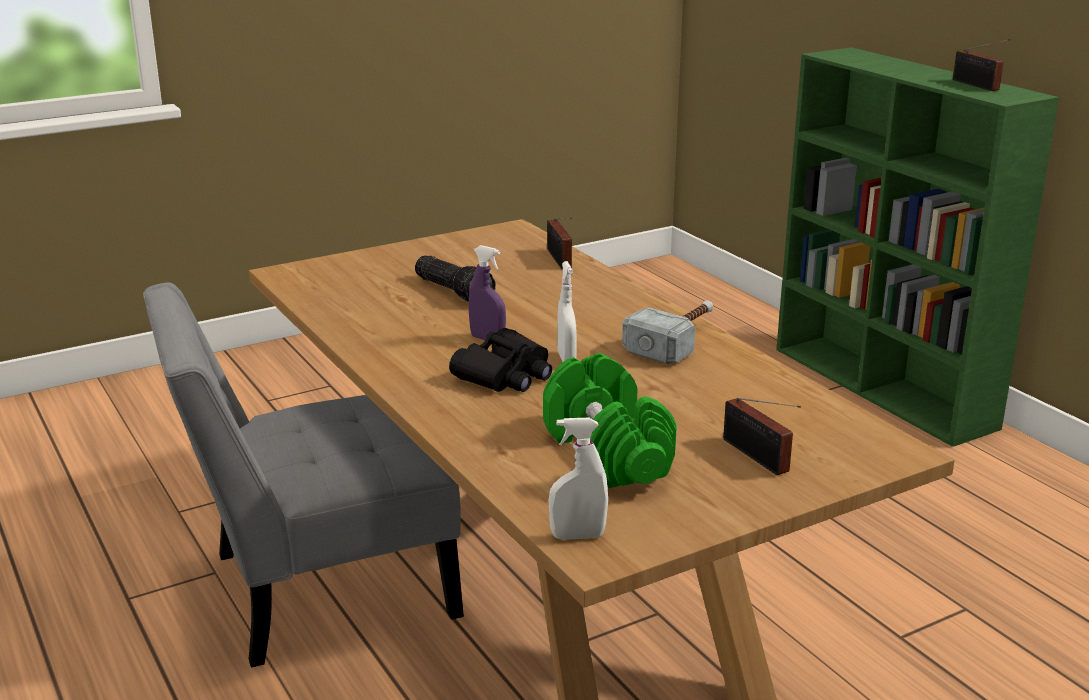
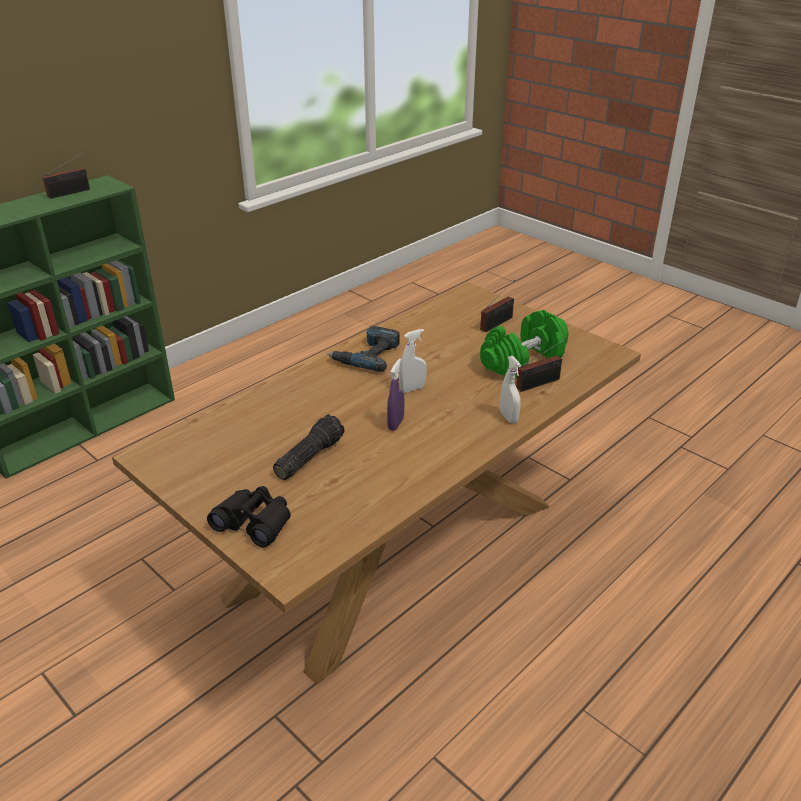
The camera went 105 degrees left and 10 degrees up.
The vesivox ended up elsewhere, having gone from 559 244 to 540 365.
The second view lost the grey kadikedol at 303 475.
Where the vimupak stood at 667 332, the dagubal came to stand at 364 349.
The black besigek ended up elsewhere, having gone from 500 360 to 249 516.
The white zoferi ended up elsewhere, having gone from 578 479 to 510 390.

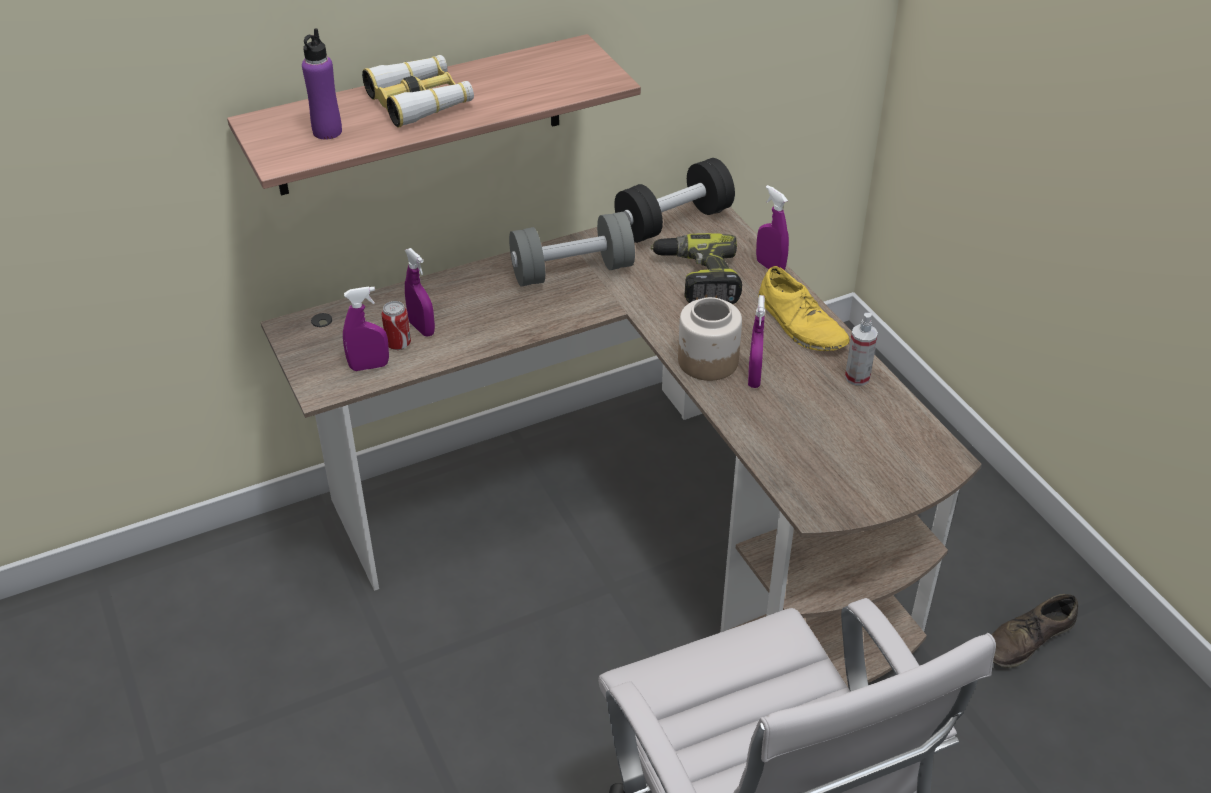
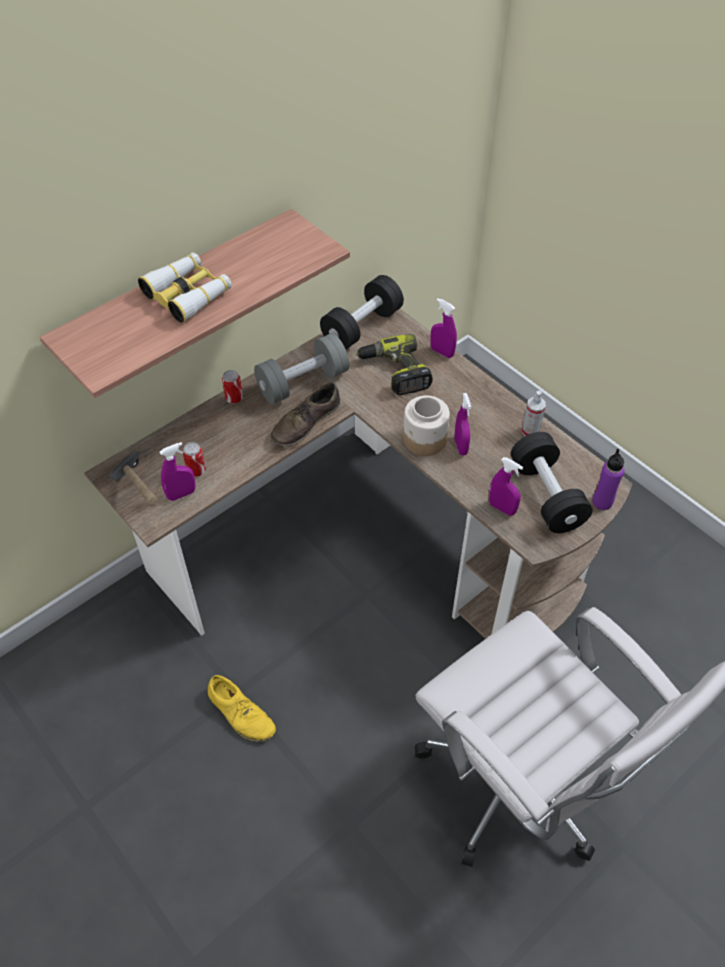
The camera went 15 degrees left and 10 degrees up.
The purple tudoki ended up elsewhere, having gone from 322 83 to 608 479.
The purple zoferi ended up elsewhere, having gone from 420 292 to 506 486.
The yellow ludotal ended up elsewhere, having gone from 804 308 to 242 708.
The brown ludotal ended up elsewhere, having gone from 1034 631 to 305 415.
The second view gained the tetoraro at 232 386.
The second view gained the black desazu at 552 482.
The second view gained the vimupak at 133 478.

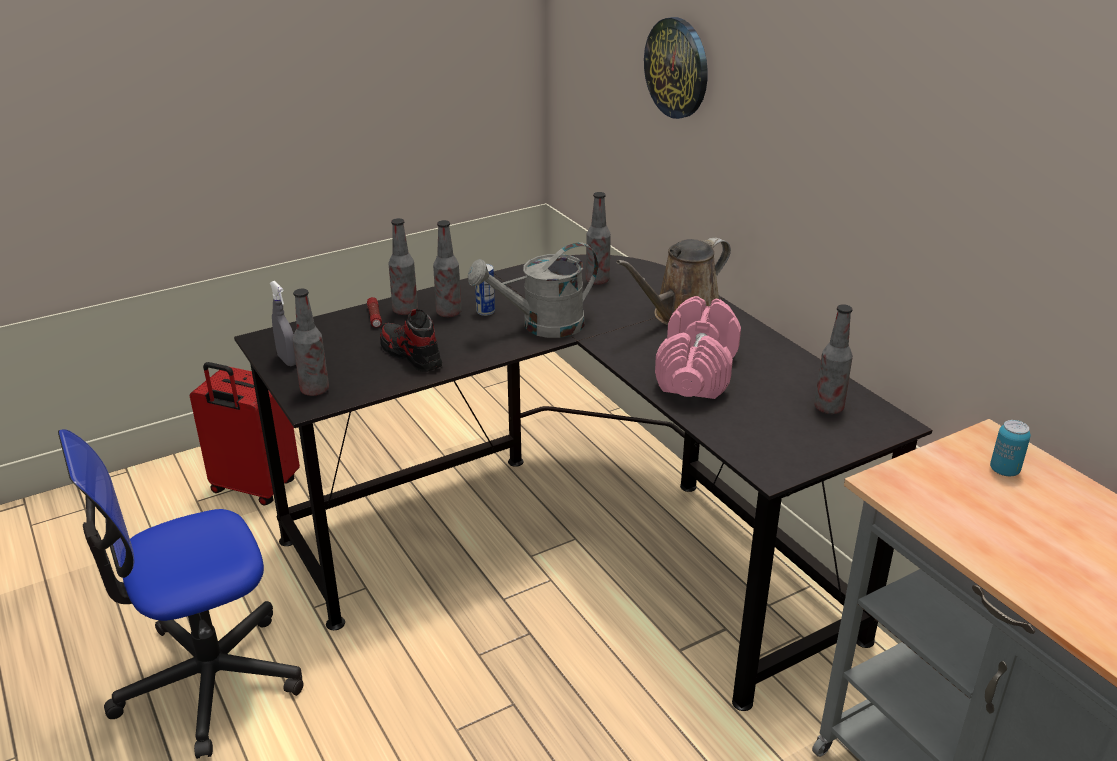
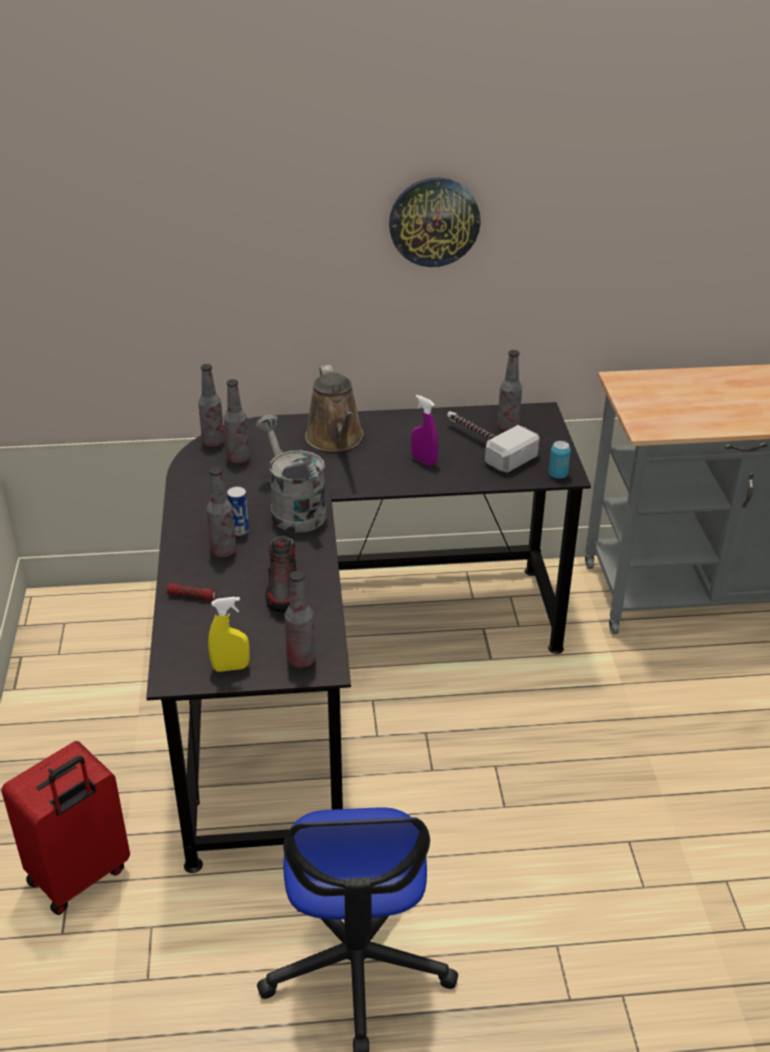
The camera went 65 degrees left and 5 degrees up.
The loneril ended up elsewhere, having gone from 676 68 to 435 222.
The tudoki ended up elsewhere, having gone from 403 266 to 211 405.
The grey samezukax at 533 290 ended up facing another way, 150 degrees clockwise from before.
What was the grey zoferi at 283 323 turned into the yellow zoferi at 229 634.
Where the pink desazu stood at 698 347, the purple zoferi came to stand at 424 430.
The ludotal at 411 340 ended up facing another way, 75 degrees counterclockwise from before.
The tetoraro ended up elsewhere, having gone from 1010 448 to 560 460.
The second view gained the vimupak at 493 442.

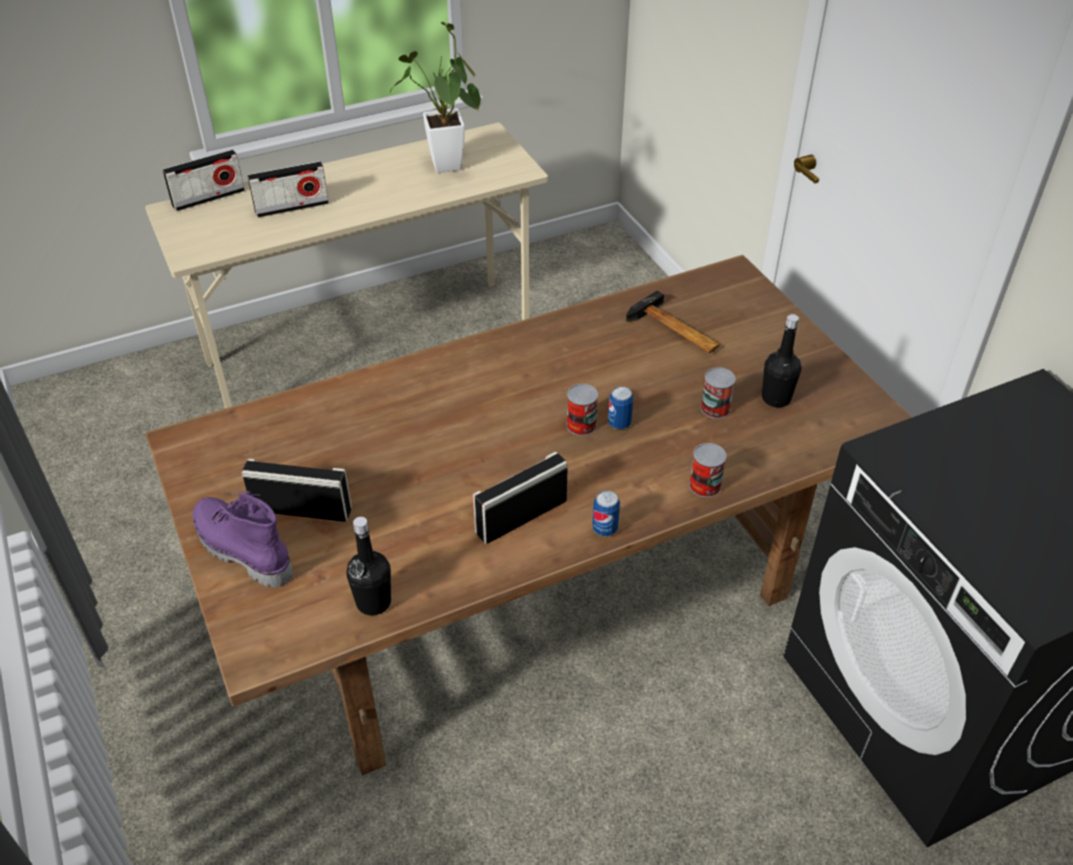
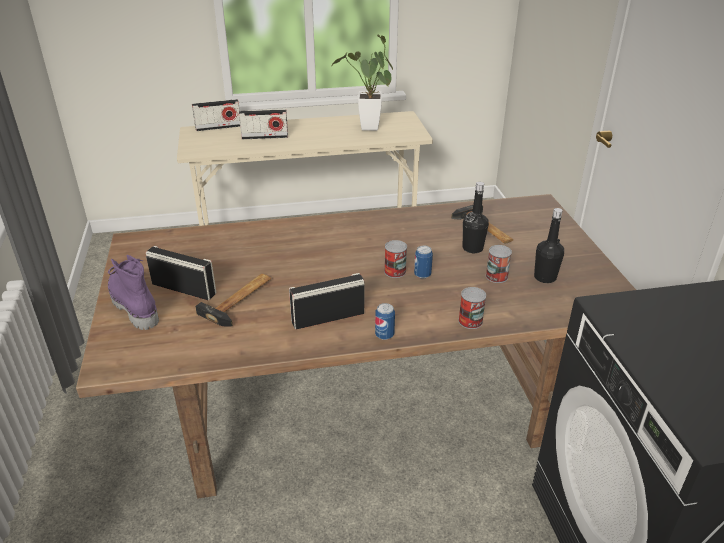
The camera went 15 degrees right and 10 degrees down.
The black tudoki ended up elsewhere, having gone from 369 566 to 476 217.
The second view gained the vimupak at 233 300.

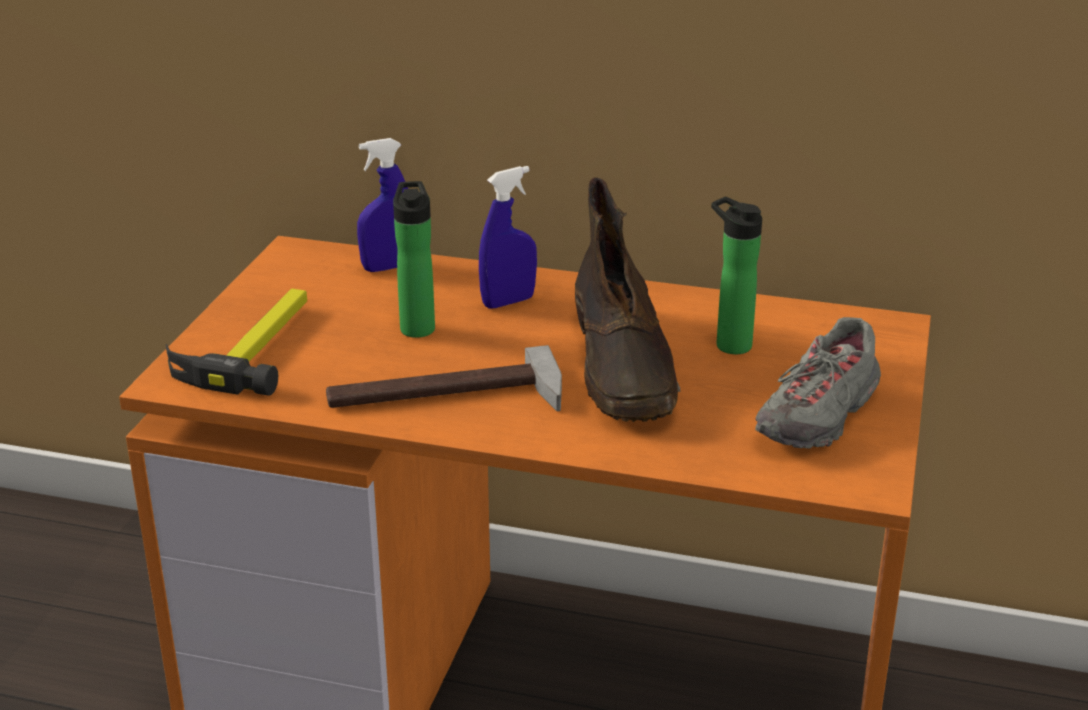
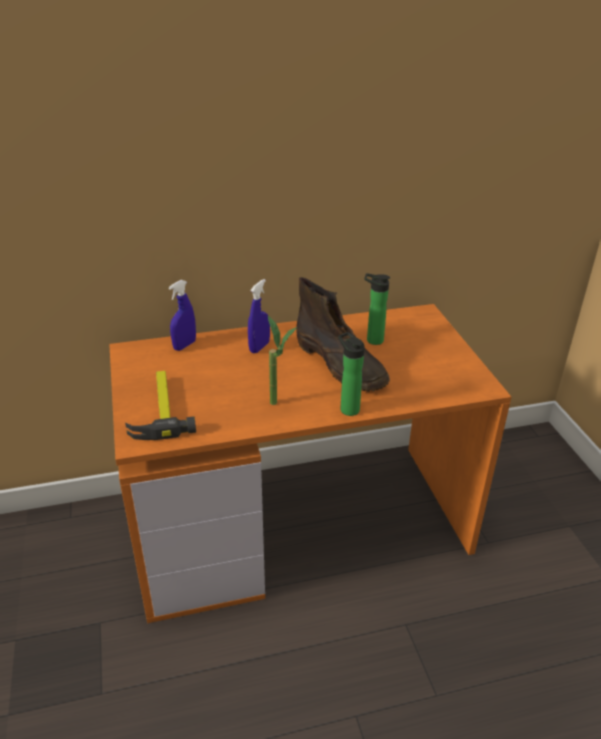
The camera went 30 degrees left and 5 degrees up.
The tudoki ended up elsewhere, having gone from 414 259 to 351 374.
The second view lost the grey ludotal at 818 382.
Where the vimupak stood at 444 378, the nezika came to stand at 282 360.

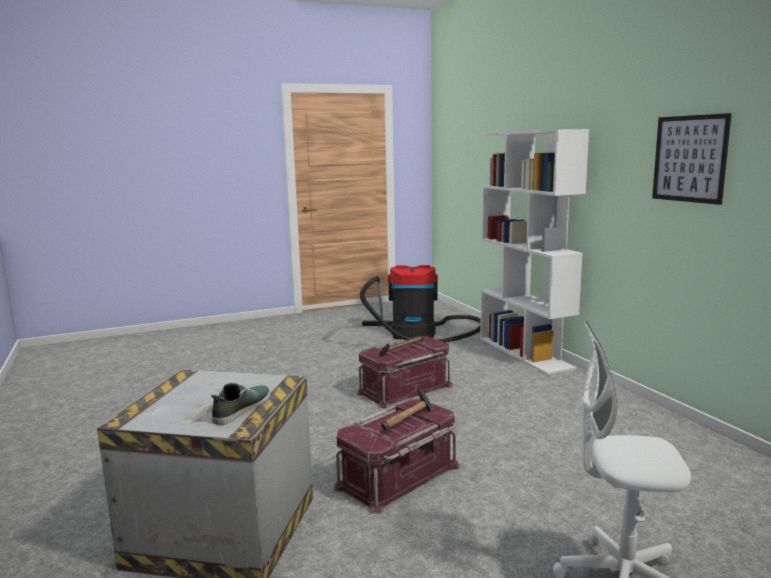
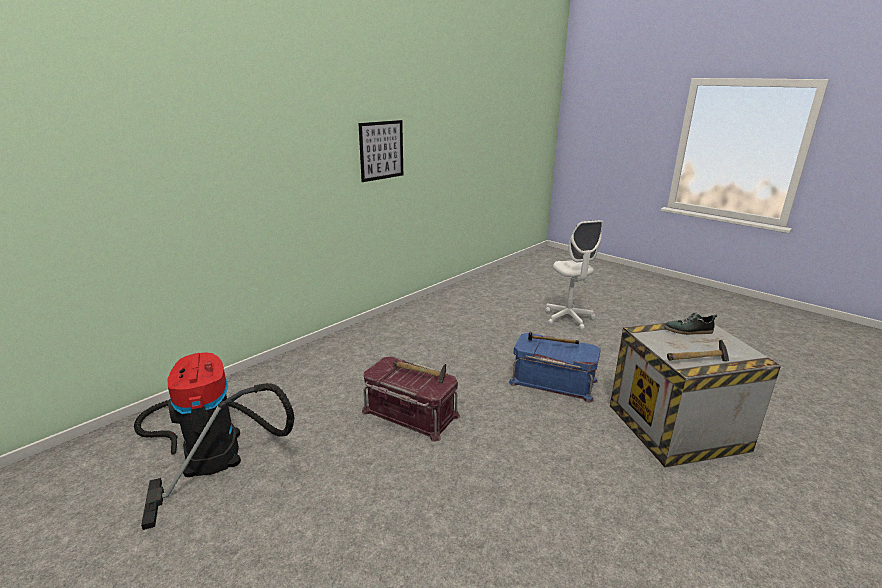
The camera went 115 degrees left and 10 degrees up.
The second view lost the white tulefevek at 534 252.
What was the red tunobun at 396 456 turned into the blue tunobun at 555 368.
The second view gained the vimupak at 698 350.

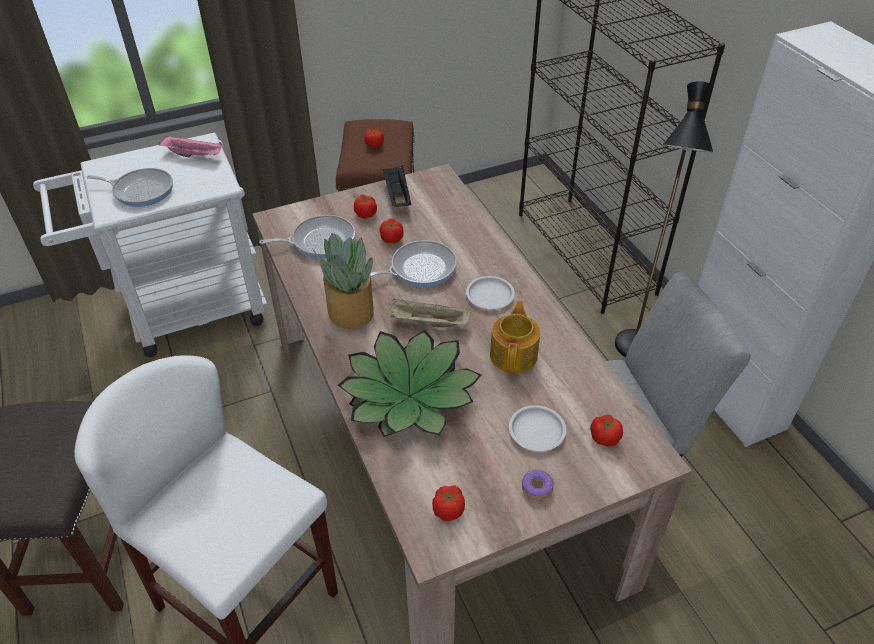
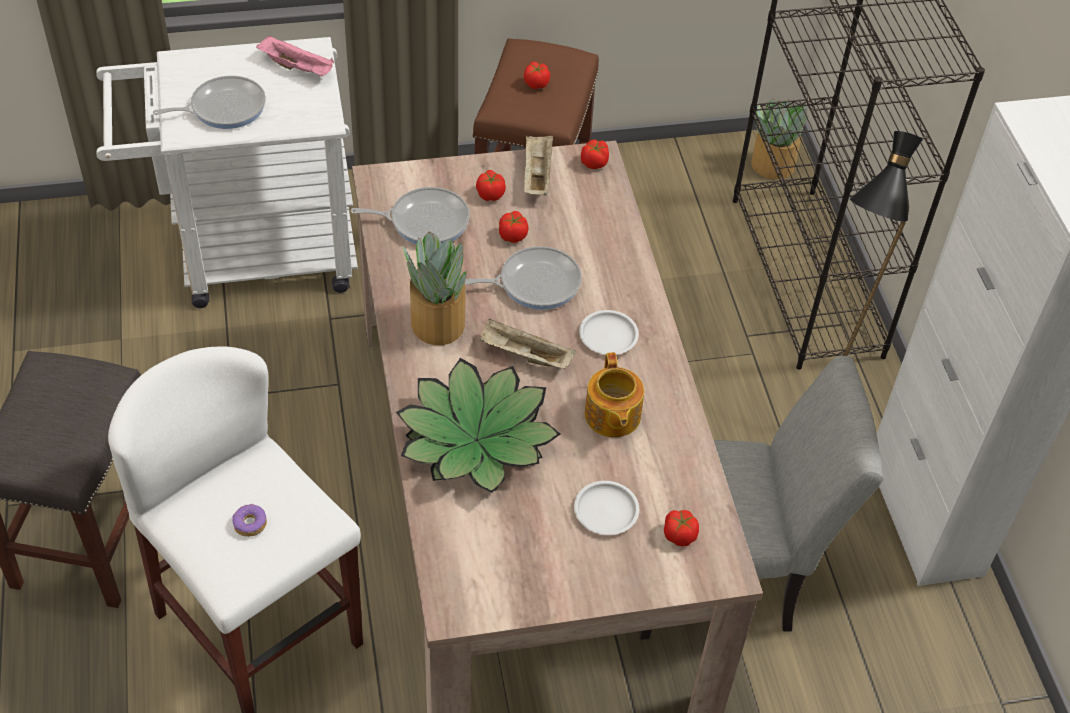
The camera went 10 degrees right and 5 degrees up.
What was the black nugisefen at 397 186 turned into the beige nugisefen at 538 165.
The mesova at 130 187 ended up facing another way, 45 degrees counterclockwise from before.
The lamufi at 515 337 ended up facing another way, 150 degrees clockwise from before.
The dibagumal ended up elsewhere, having gone from 538 484 to 249 520.
The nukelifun ended up elsewhere, having gone from 448 503 to 595 154.
The second view gained the nezika at 779 138.

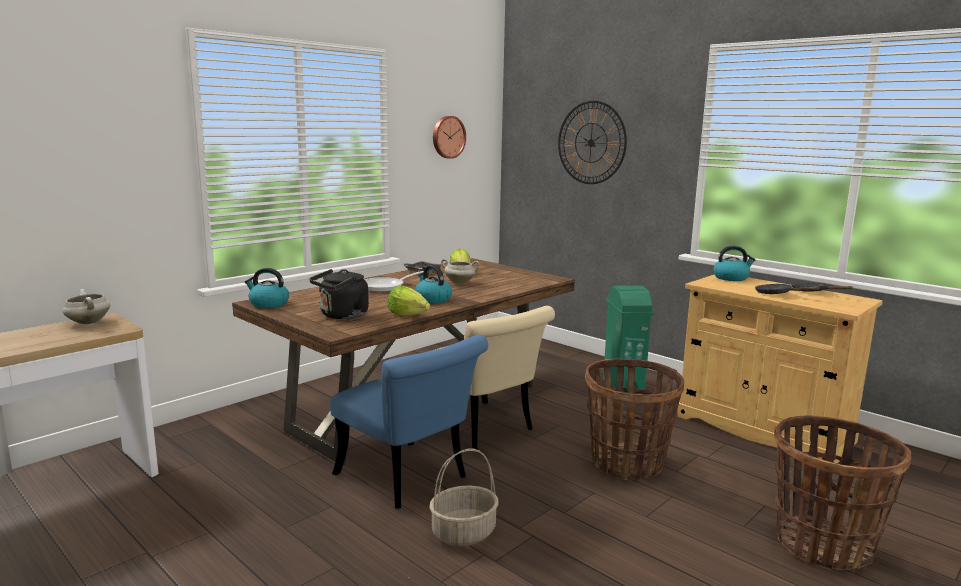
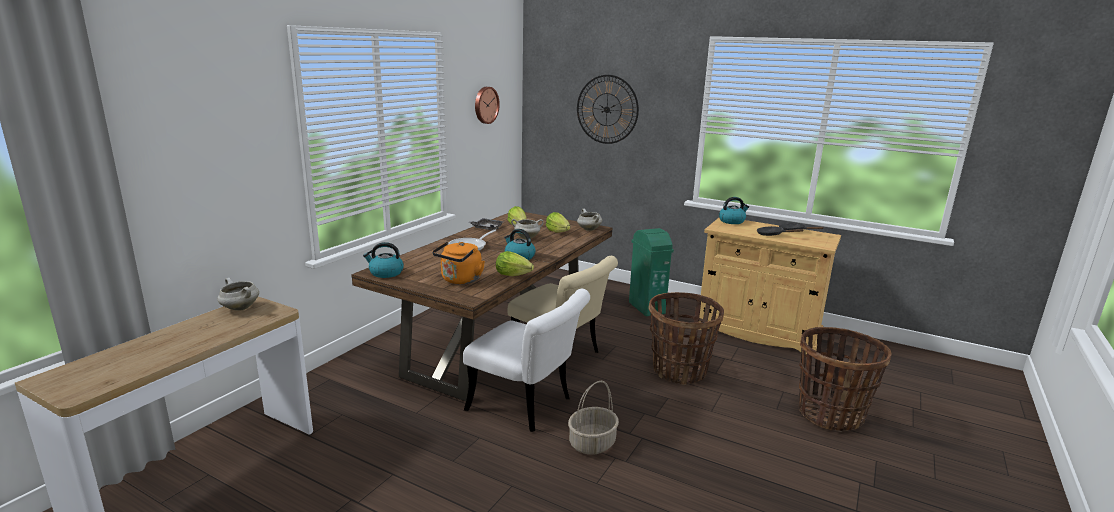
The camera went 15 degrees left and 5 degrees up.
What was the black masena at 339 294 turned into the orange masena at 458 262.
What was the blue kadikedol at 409 422 turned into the white kadikedol at 526 360.
The second view gained the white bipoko at 589 220.
The second view gained the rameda at 558 222.

